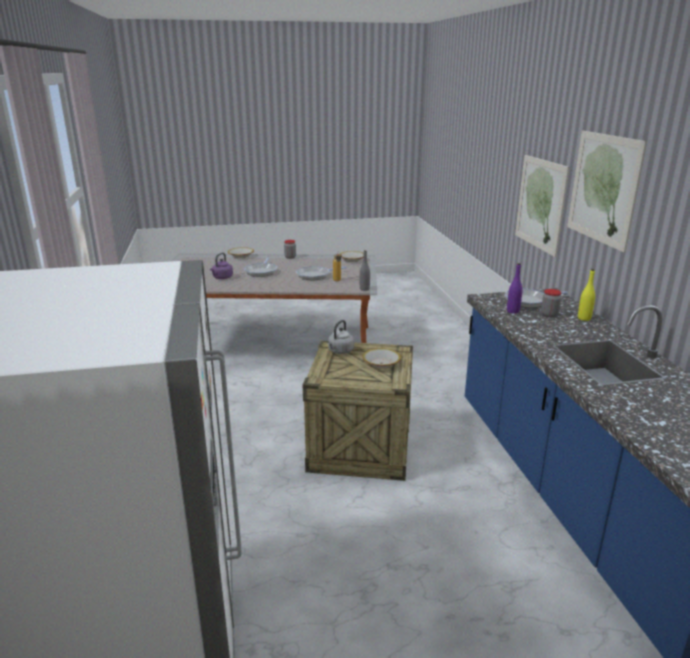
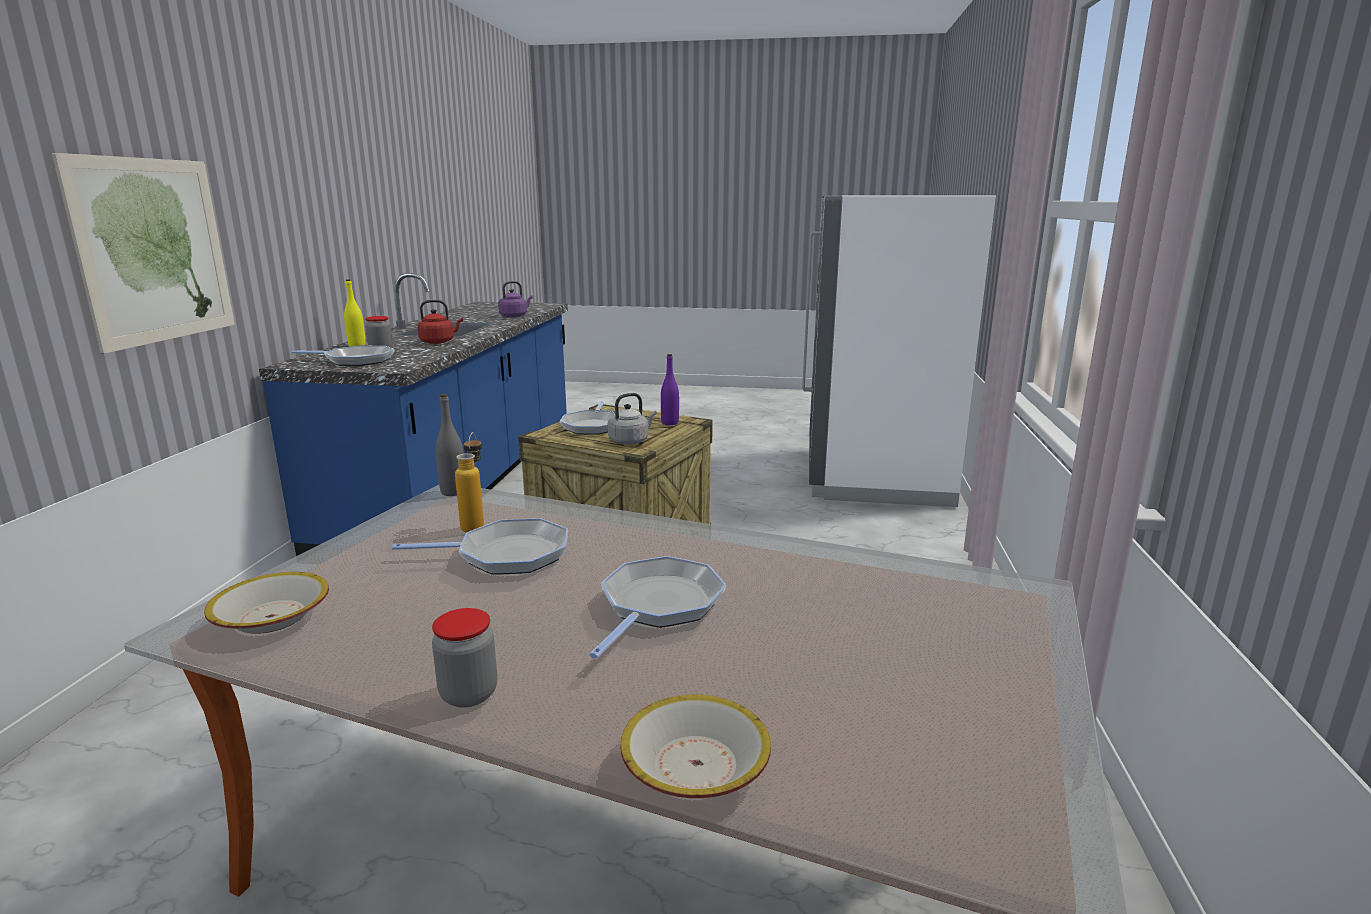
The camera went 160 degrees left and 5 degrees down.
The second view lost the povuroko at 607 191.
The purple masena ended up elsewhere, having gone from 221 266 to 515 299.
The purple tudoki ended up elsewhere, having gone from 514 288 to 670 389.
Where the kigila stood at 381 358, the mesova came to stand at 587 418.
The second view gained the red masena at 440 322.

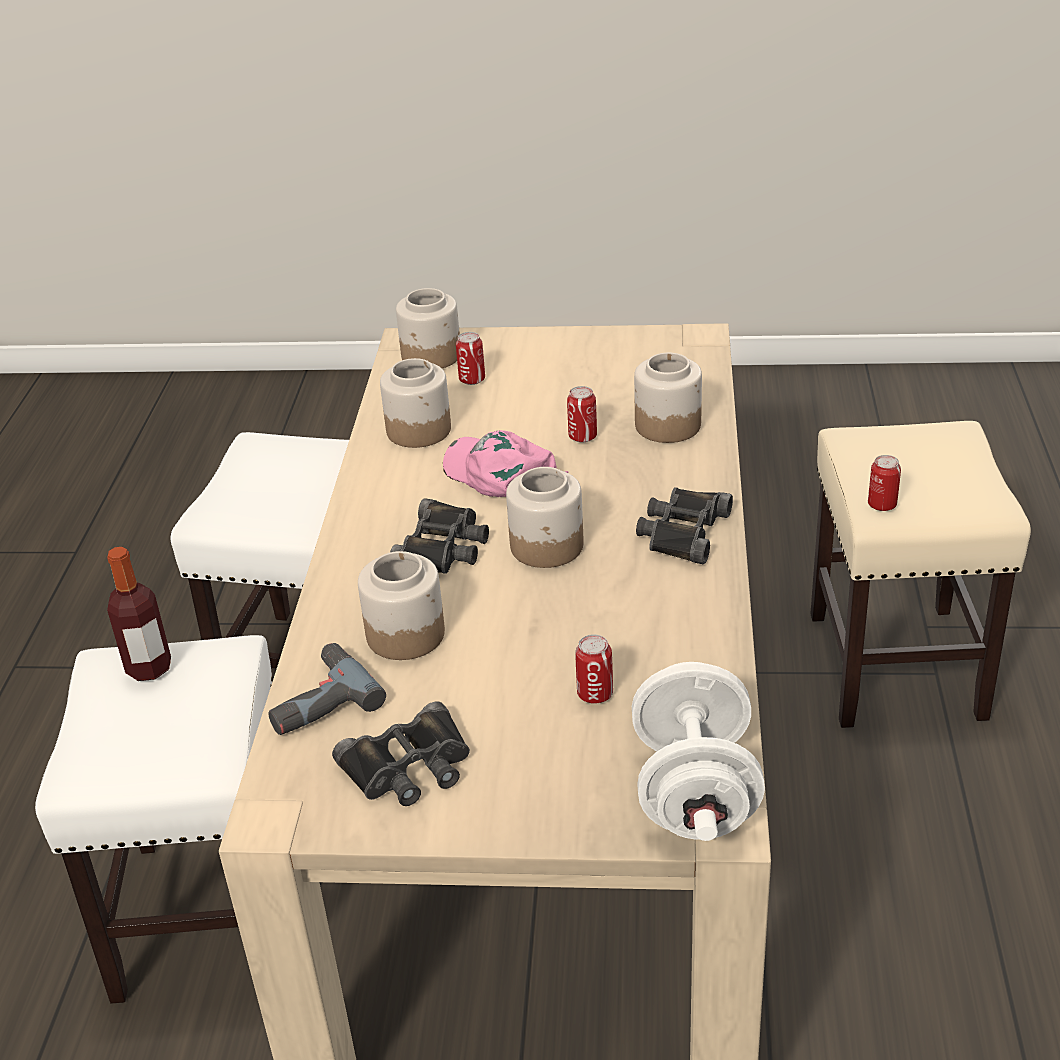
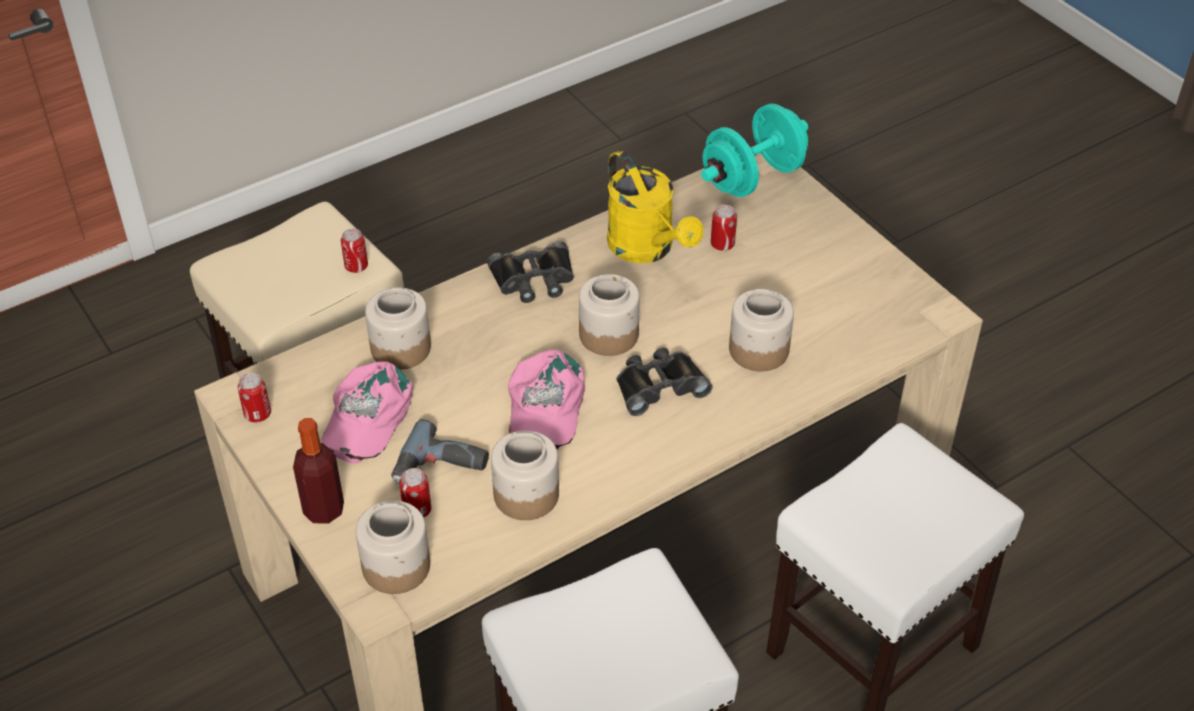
The camera went 130 degrees left and 10 degrees up.
The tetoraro ended up elsewhere, having gone from 582 414 to 254 397.
The tudoki ended up elsewhere, having gone from 139 614 to 318 471.
The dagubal ended up elsewhere, having gone from 327 689 to 440 452.
What was the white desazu at 698 751 turned into the turquoise desazu at 754 150.
The second view lost the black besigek at 401 754.
The second view gained the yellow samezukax at 655 207.
The second view gained the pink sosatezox at 368 412.

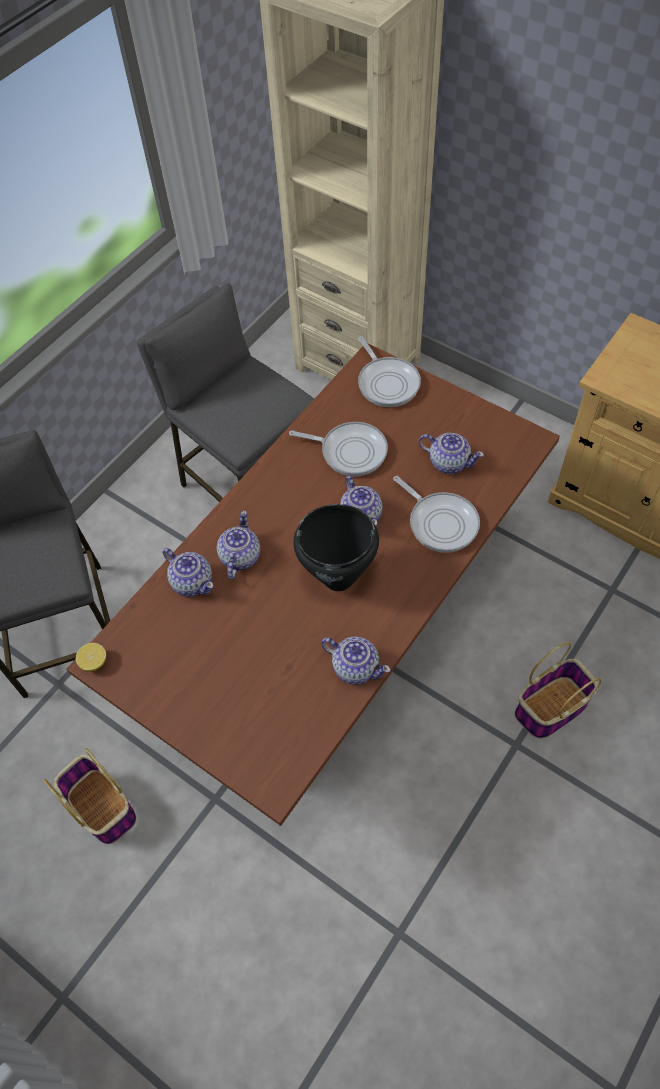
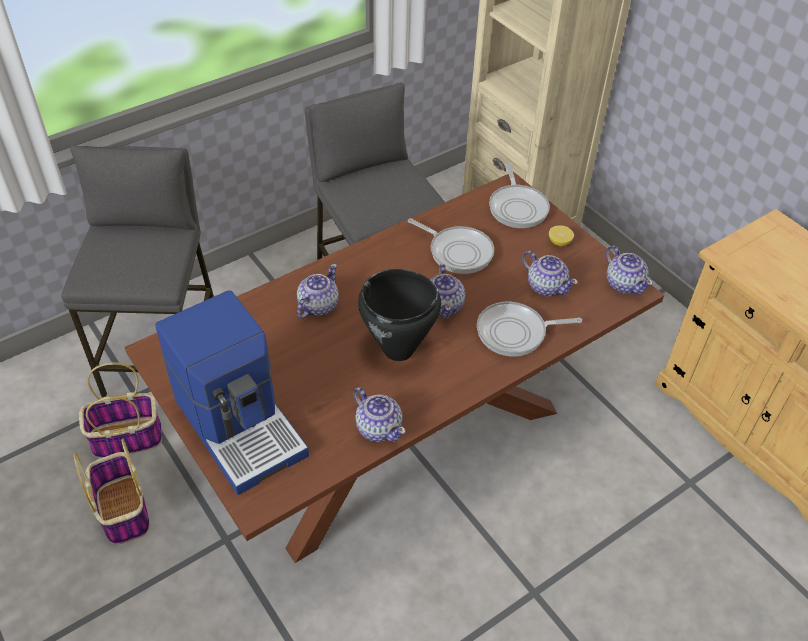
The camera went 15 degrees right and 10 degrees down.
The mesova at 436 514 ended up facing another way, 105 degrees clockwise from before.
The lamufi ended up elsewhere, having gone from 188 572 to 629 270.
The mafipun ended up elsewhere, having gone from 558 690 to 120 410.
The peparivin ended up elsewhere, having gone from 91 657 to 561 235.
The second view gained the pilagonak at 232 392.

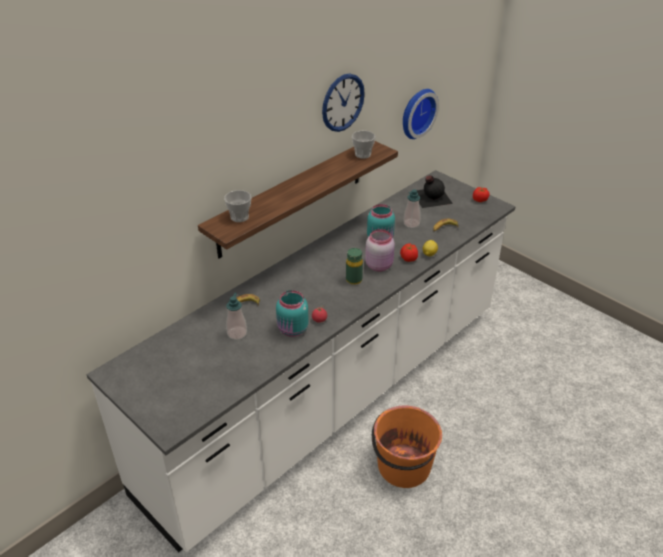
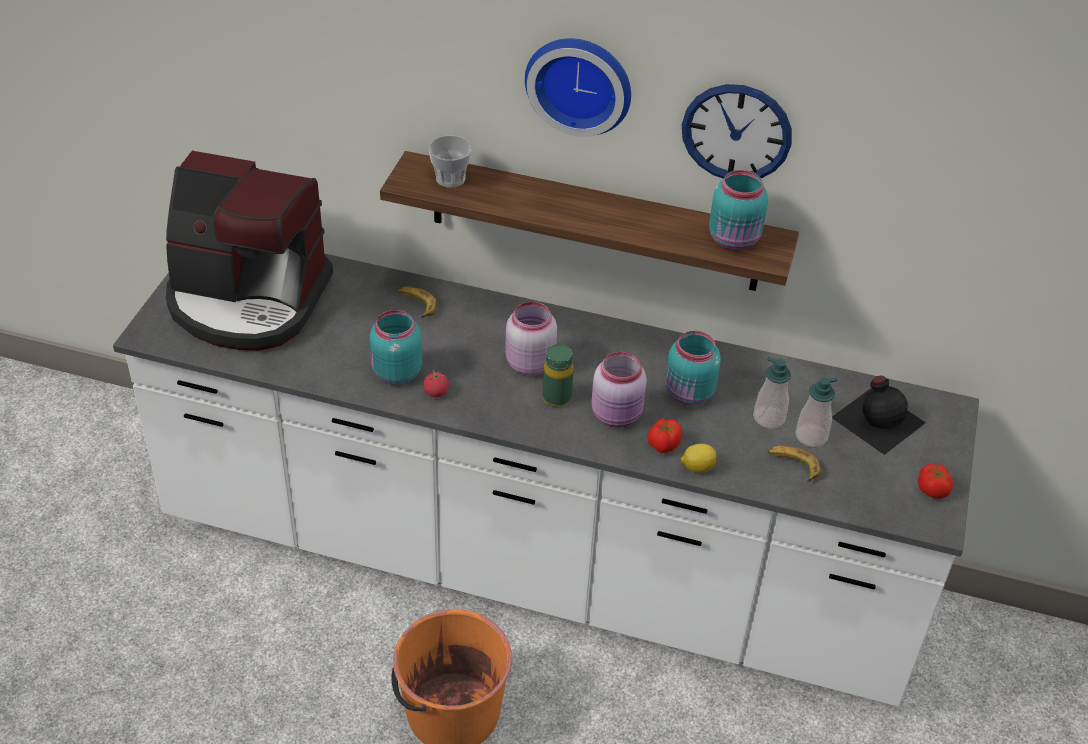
The camera went 60 degrees right and 5 degrees up.
The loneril ended up elsewhere, having gone from 421 114 to 578 87.
Where the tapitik stood at 364 145, the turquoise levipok came to stand at 738 210.
The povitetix ended up elsewhere, having gone from 236 316 to 816 412.
The second view gained the pilagonak at 249 251.
The second view gained the pink levipok at 531 339.

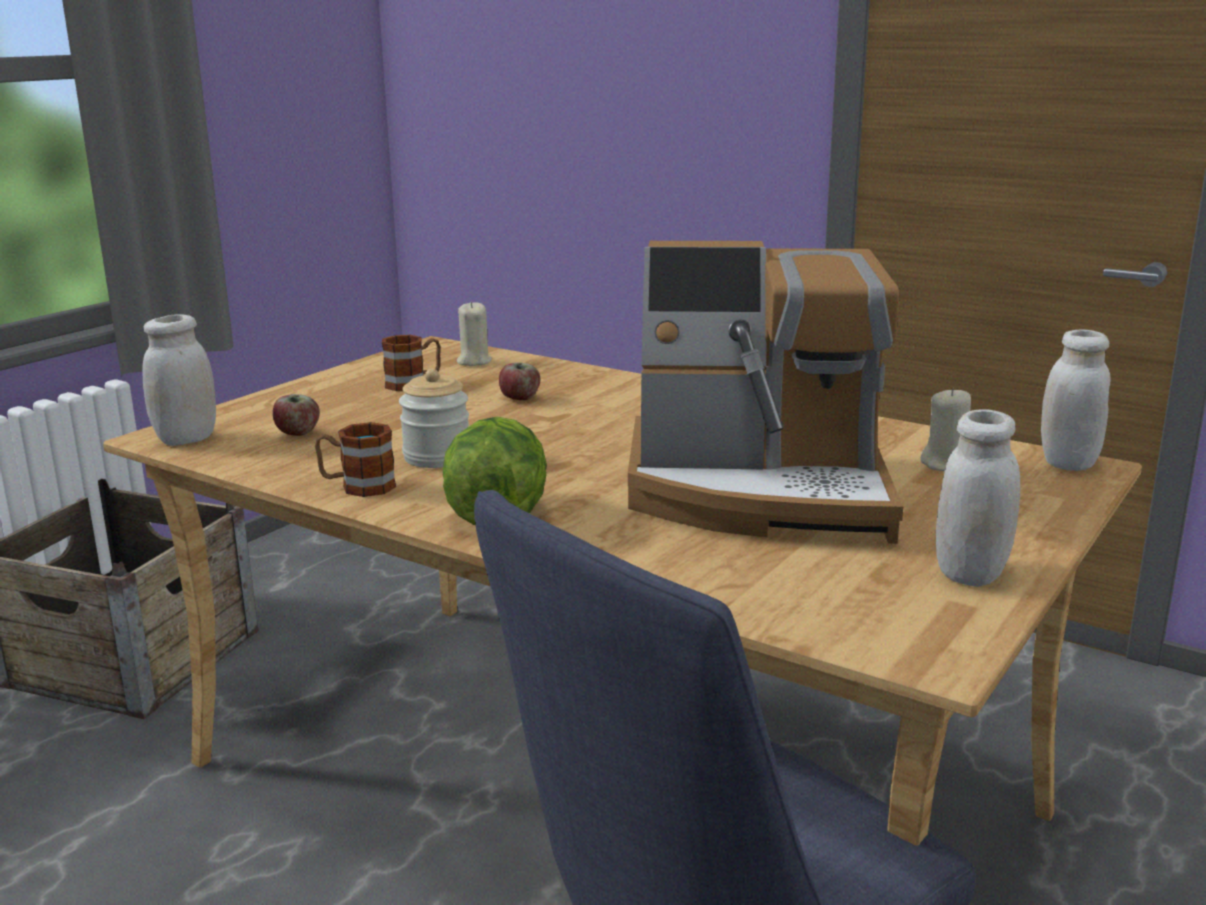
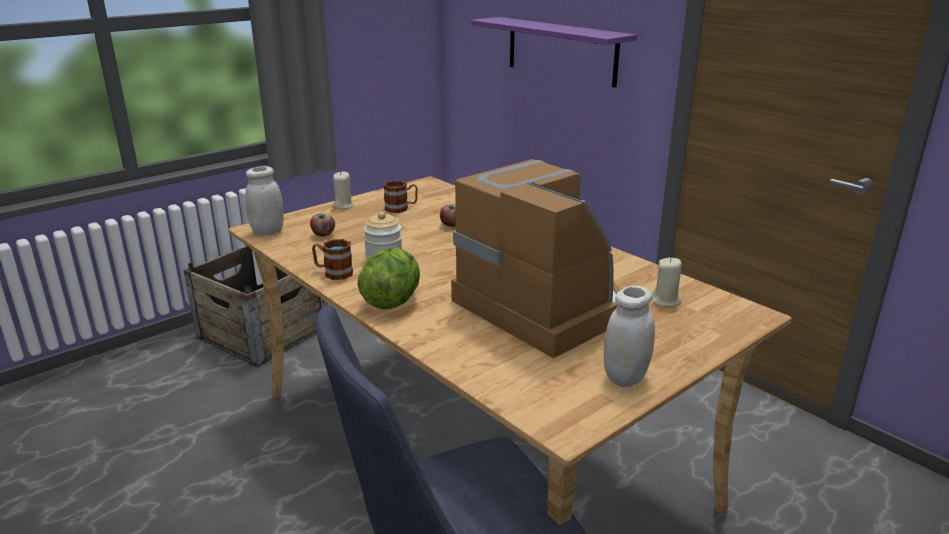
The camera went 15 degrees right and 5 degrees up.
The pilagonak at 765 392 ended up facing another way, 150 degrees counterclockwise from before.
The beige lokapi ended up elsewhere, having gone from 474 334 to 343 190.
The second view lost the white levipok at 1075 400.
The second view gained the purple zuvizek at 554 52.

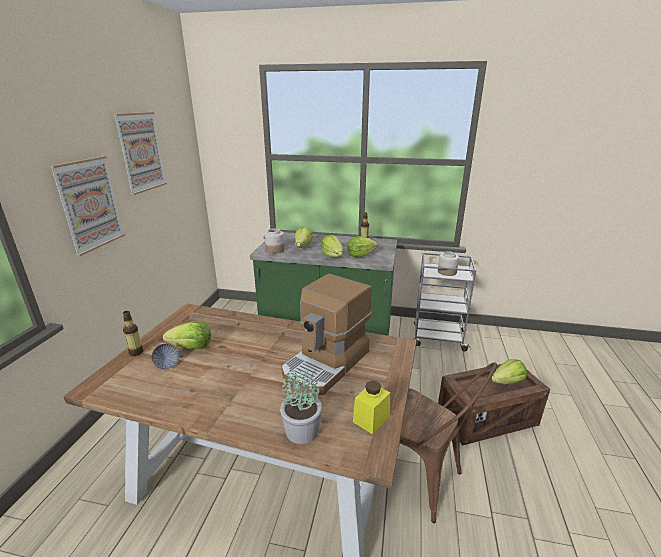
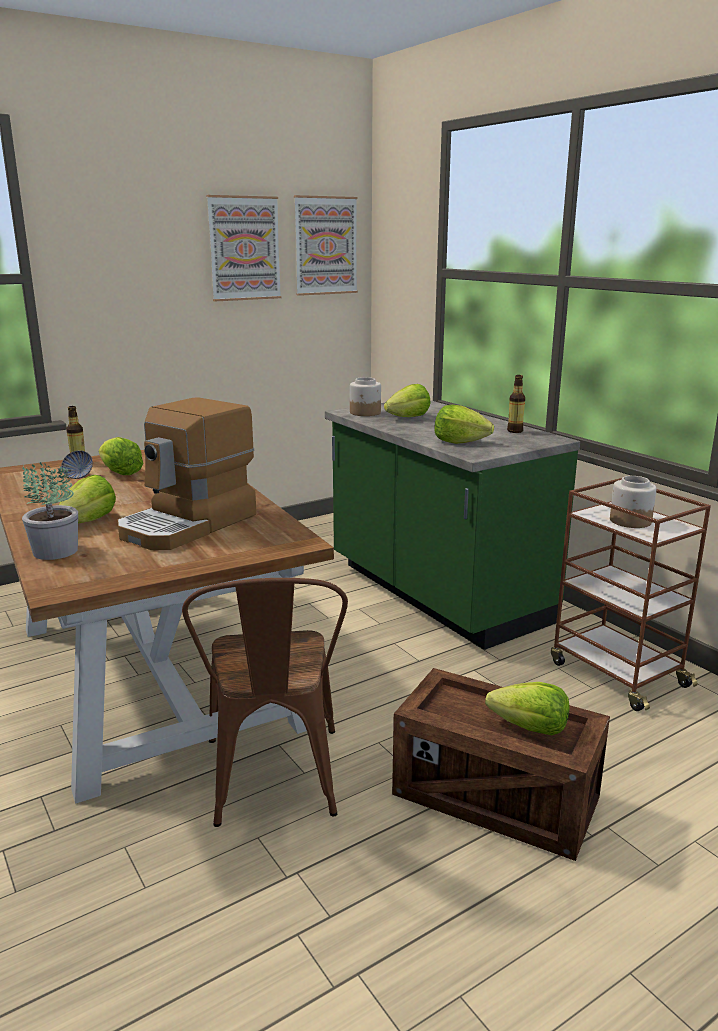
The camera went 45 degrees right and 5 degrees down.
The povuroko ended up elsewhere, having gone from 87 206 to 326 245.
The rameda ended up elsewhere, having gone from 332 246 to 87 499.
What was the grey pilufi at 444 302 turned into the brown pilufi at 631 594.
The pilagonak at 326 334 ended up facing another way, 45 degrees counterclockwise from before.
The second view lost the yellow levipok at 371 407.

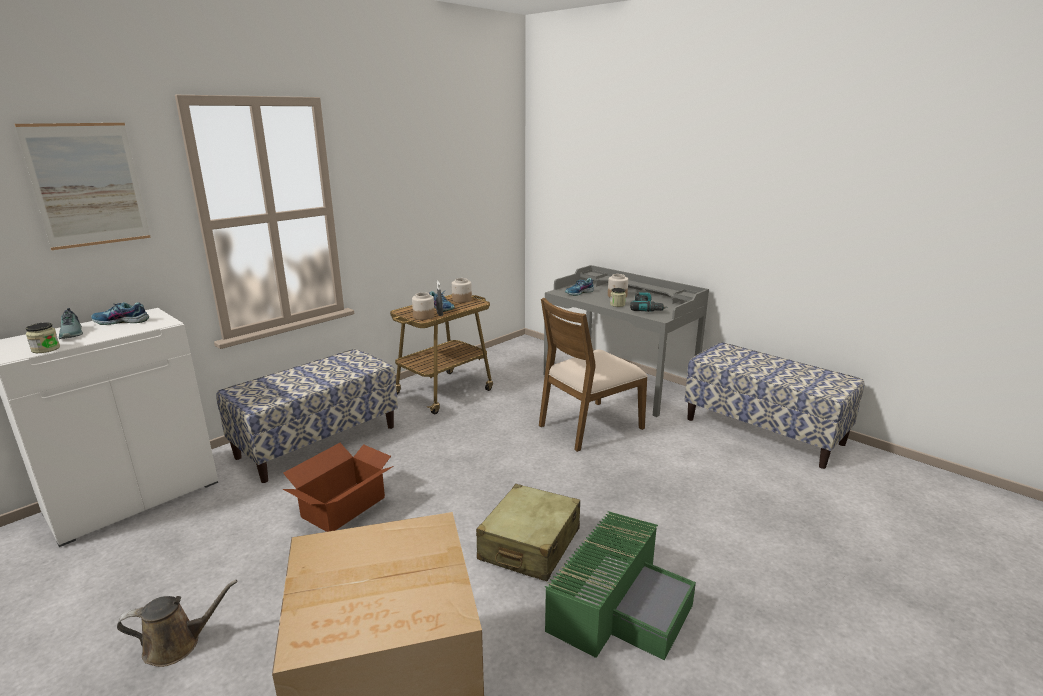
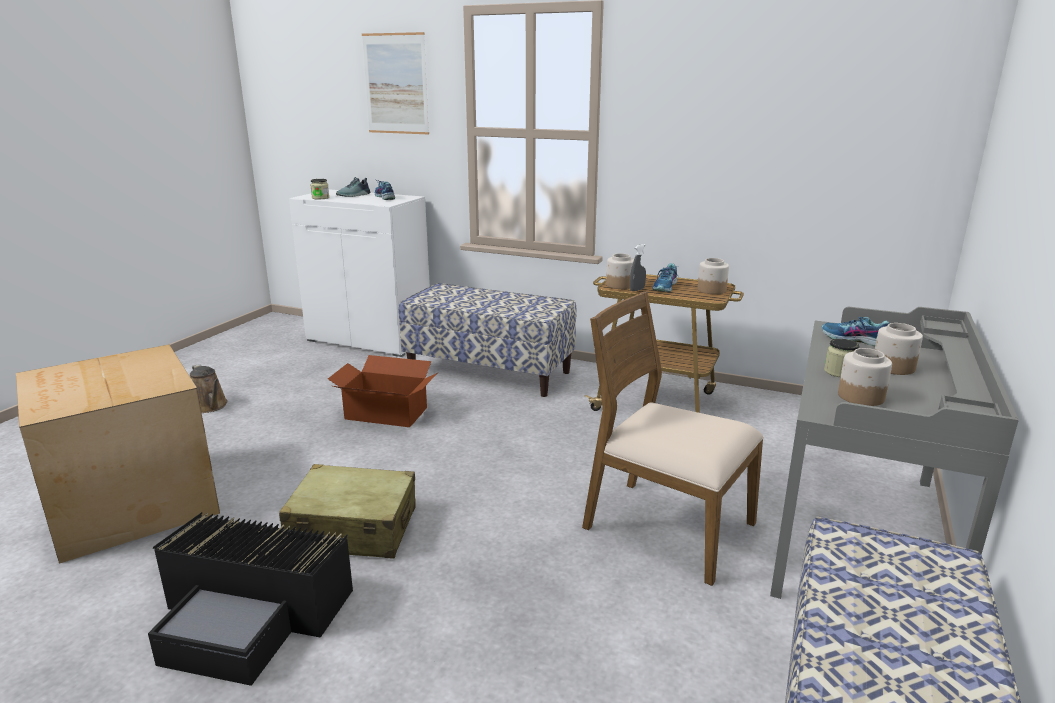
The camera went 70 degrees right and 0 degrees up.
Where the dagubal stood at 648 302, the levipok came to stand at 865 377.
What was the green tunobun at 620 586 turned into the black tunobun at 250 599.

